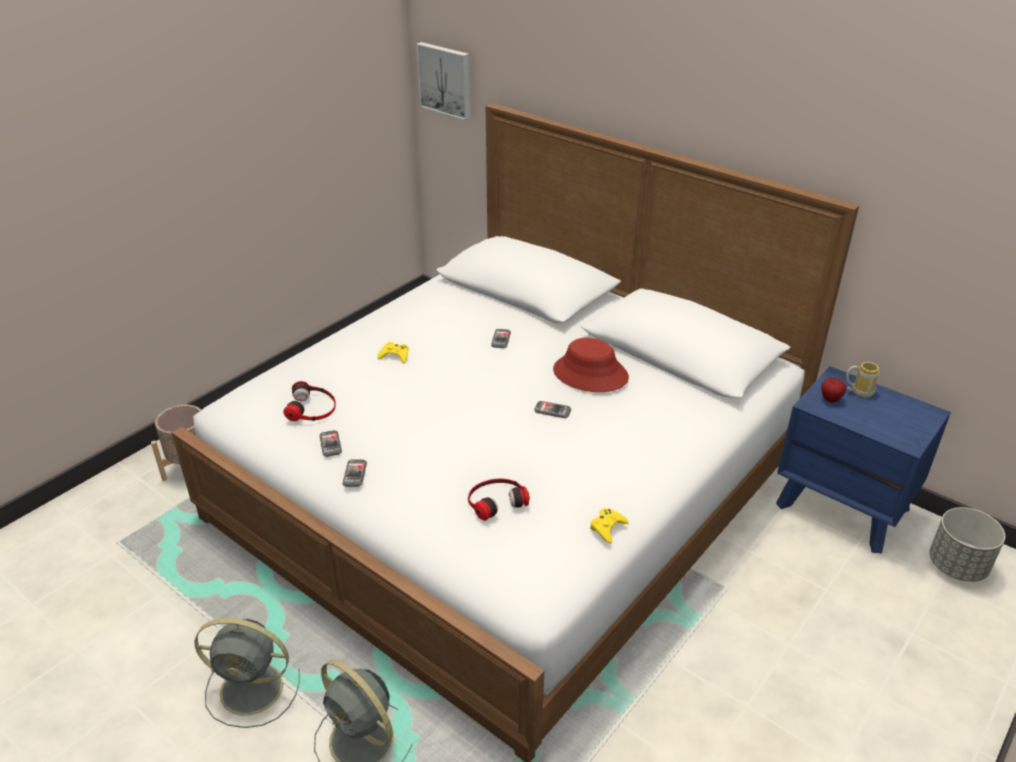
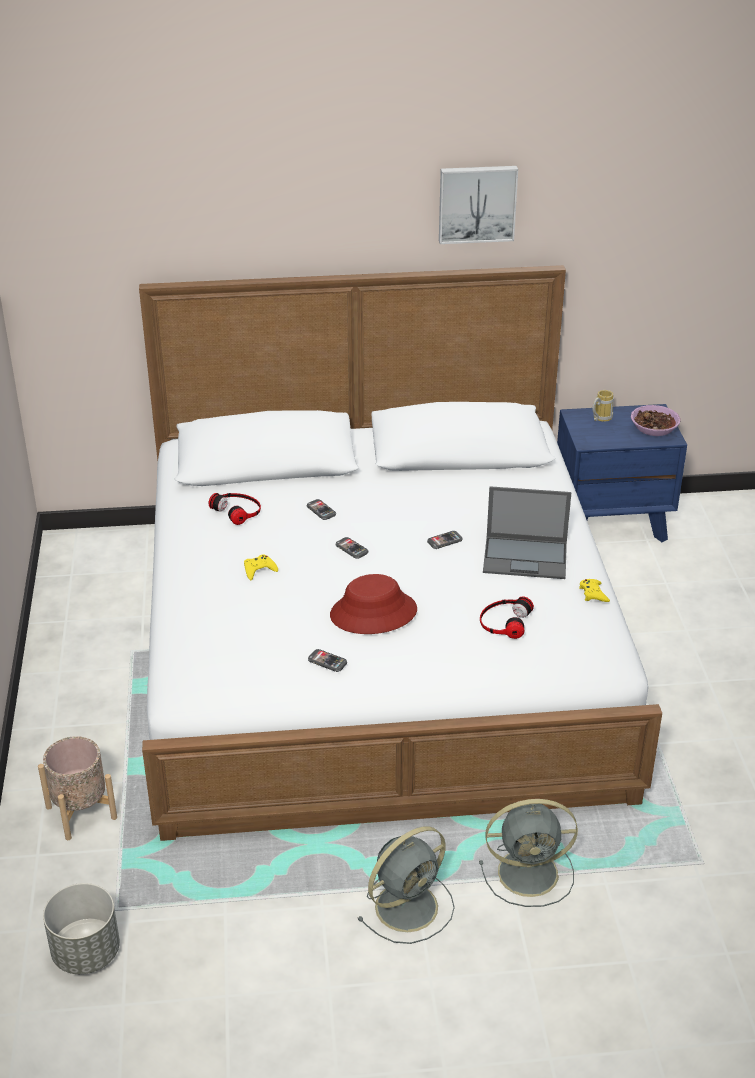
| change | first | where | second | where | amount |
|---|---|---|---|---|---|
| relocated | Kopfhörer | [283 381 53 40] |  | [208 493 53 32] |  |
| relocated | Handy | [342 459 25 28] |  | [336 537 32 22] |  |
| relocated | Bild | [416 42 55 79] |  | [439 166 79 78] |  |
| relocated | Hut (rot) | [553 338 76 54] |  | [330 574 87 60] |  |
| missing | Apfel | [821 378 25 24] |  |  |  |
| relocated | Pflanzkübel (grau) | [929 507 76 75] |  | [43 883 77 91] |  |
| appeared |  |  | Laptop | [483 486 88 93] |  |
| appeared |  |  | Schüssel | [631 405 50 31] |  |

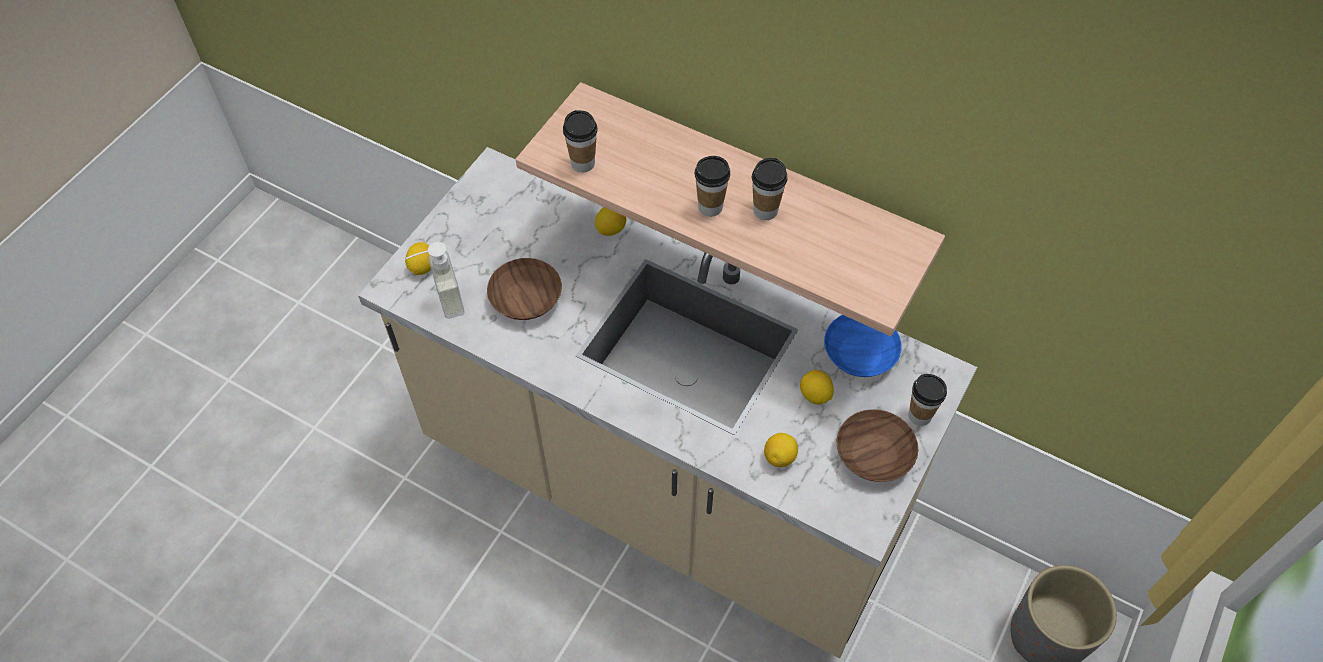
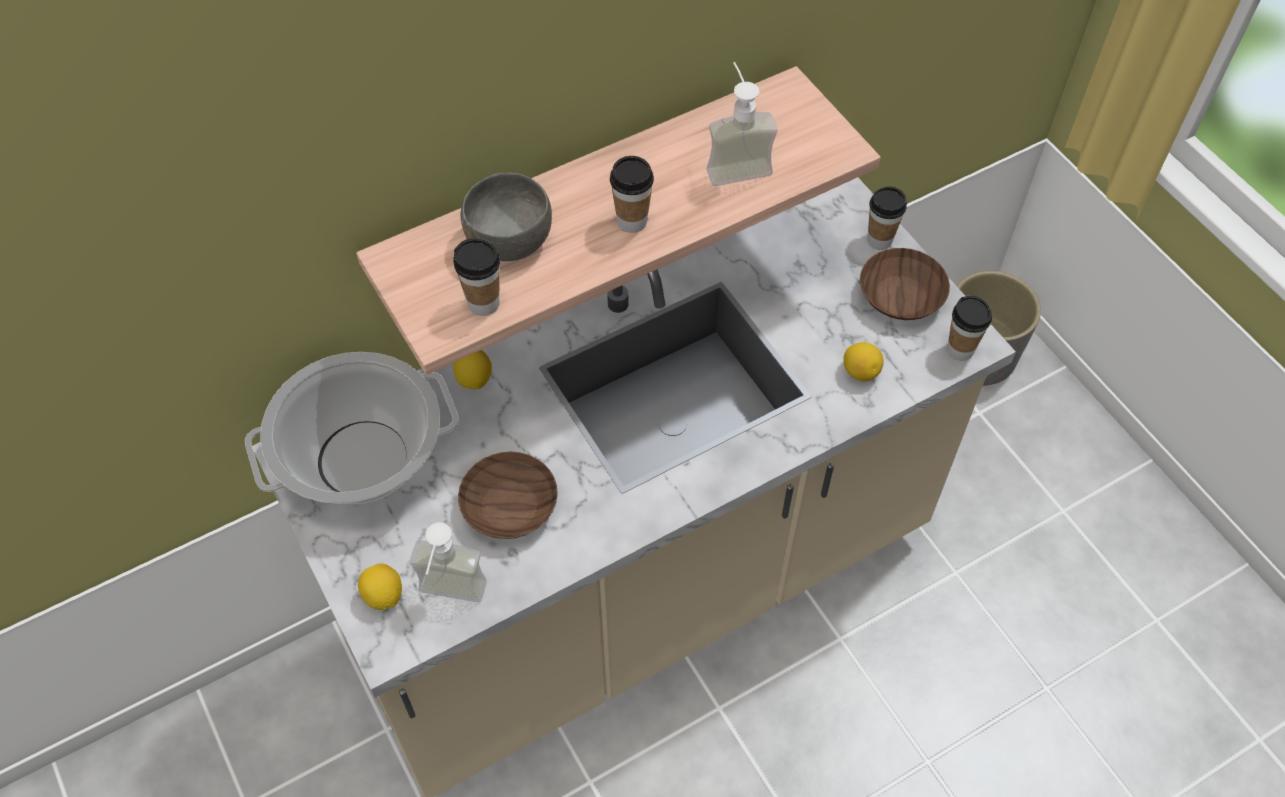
| change | first | where | second | where | amount |
|---|---|---|---|---|---|
| relocated | Tasse | [752 158 35 62] |  | [947 295 45 66] |  |
| missing | Zitrone | [800 370 34 35] |  |  |  |
| missing | Schüssel (blau) | [824 315 78 62] |  |  |  |
| appeared |  |  | Kochtopf | [245 352 214 152] |  |
| appeared |  |  | Schüssel (grau) | [460 173 92 88] |  |
| appeared |  |  | Seifenspender | [707 62 71 124] |  |

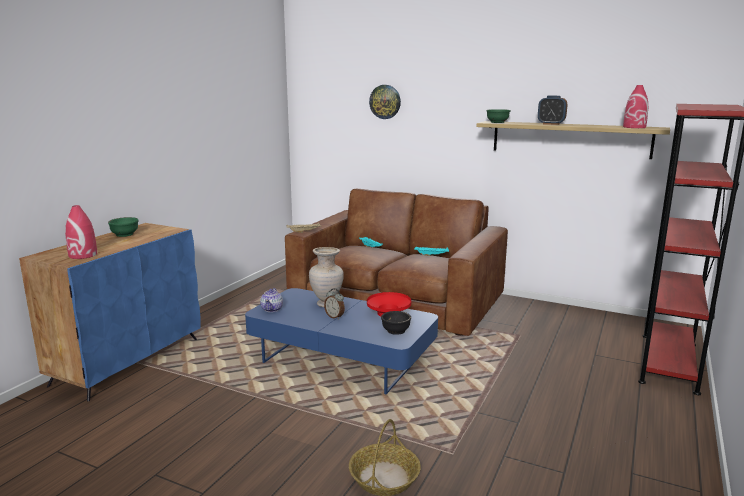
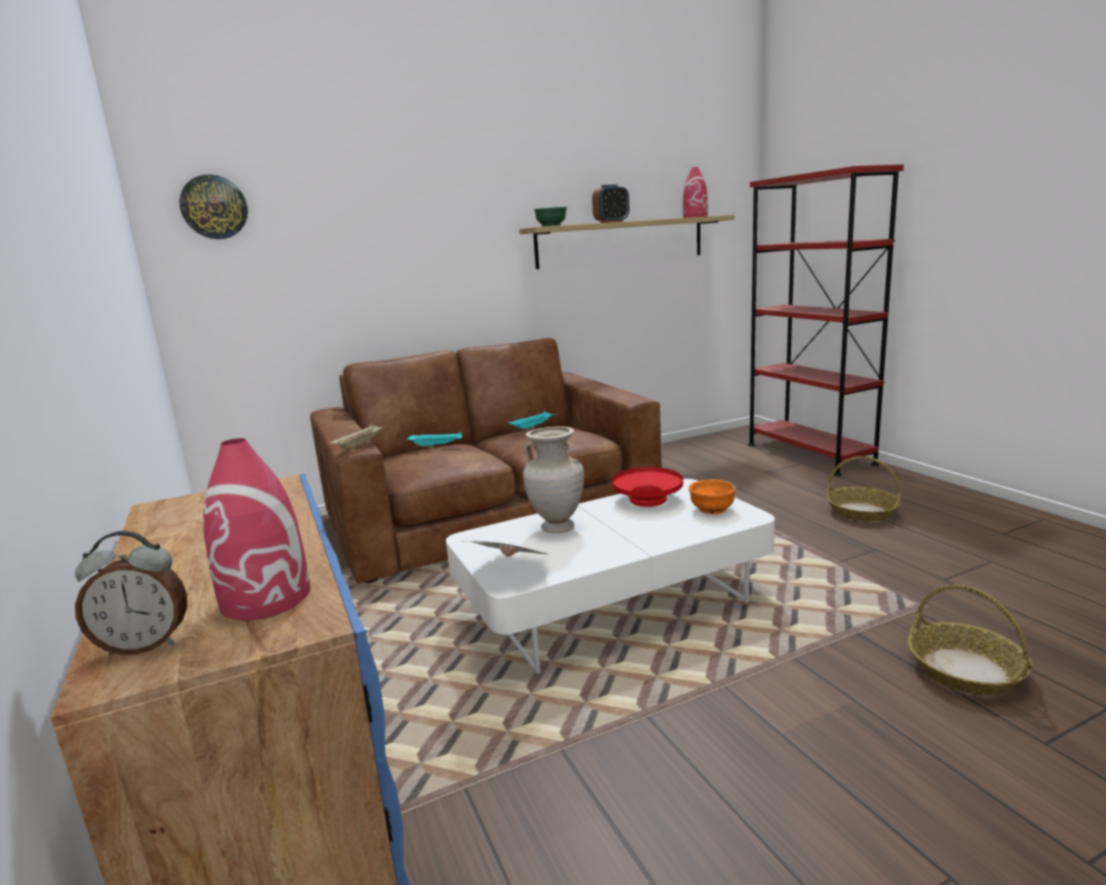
| change | first | where | second | where | amount |
|---|---|---|---|---|---|
| missing | Schüssel (grün) | [108 217 31 20] |  |  |  |
| colour | Couchtisch (blau) | [245 288 193 106] | Couchtisch (weiß) | [446 479 329 195] |  |
| exchanged | Teekanne | [260 288 23 24] | Zeitung | [461 541 88 16] |  |
| relocated | Wecker | [324 288 21 31] |  | [75 531 112 124] |  |
| relocated | Wanduhr | [369 85 32 34] |  | [179 175 69 64] |  |
| colour | Schüssel (schwarz) | [381 311 30 24] | Schüssel (orange) | [689 479 47 35] |  |
| appeared |  |  | Korb | [826 456 76 66] |  |

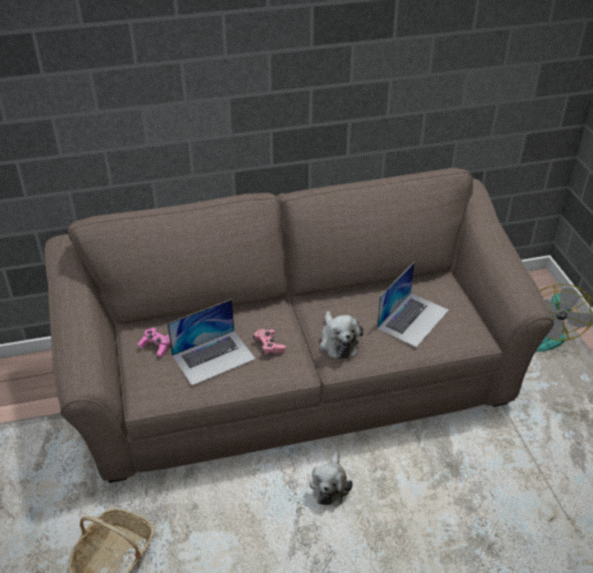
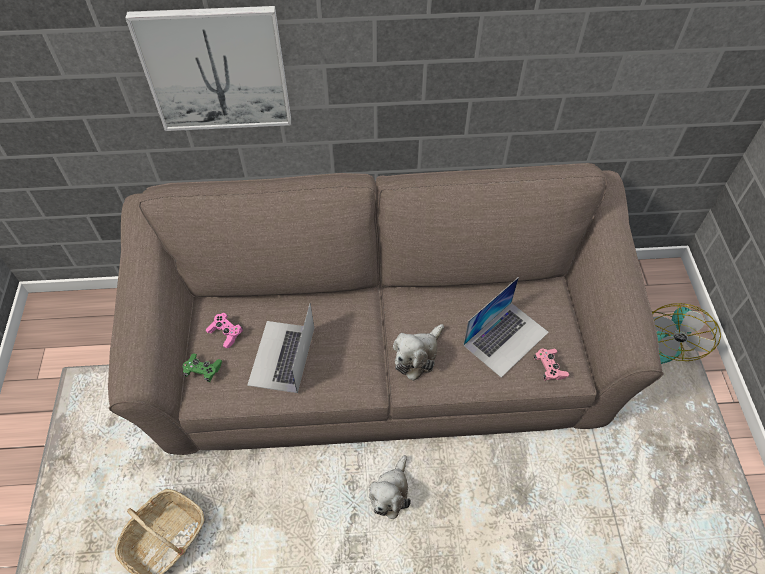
| change | first | where | second | where | amount |
|---|---|---|---|---|---|
| spun | Laptop | [167 299 89 87] |  | [247 304 67 89] | 120 degrees clockwise |
| relocated | Gamepad (rosa) | [253 329 33 26] |  | [533 349 36 32] |  |
| spun | Plüschtier | [319 311 44 48] |  | [393 324 51 57] | 45 degrees clockwise |
| appeared |  |  | Bild | [125 6 166 125] |  |
| appeared |  |  | Gamepad (grün) | [183 353 39 29] |  |

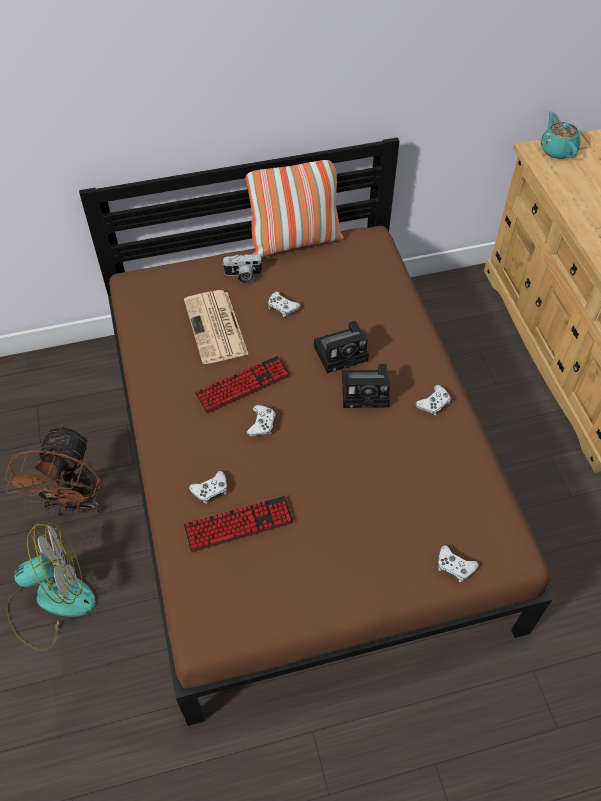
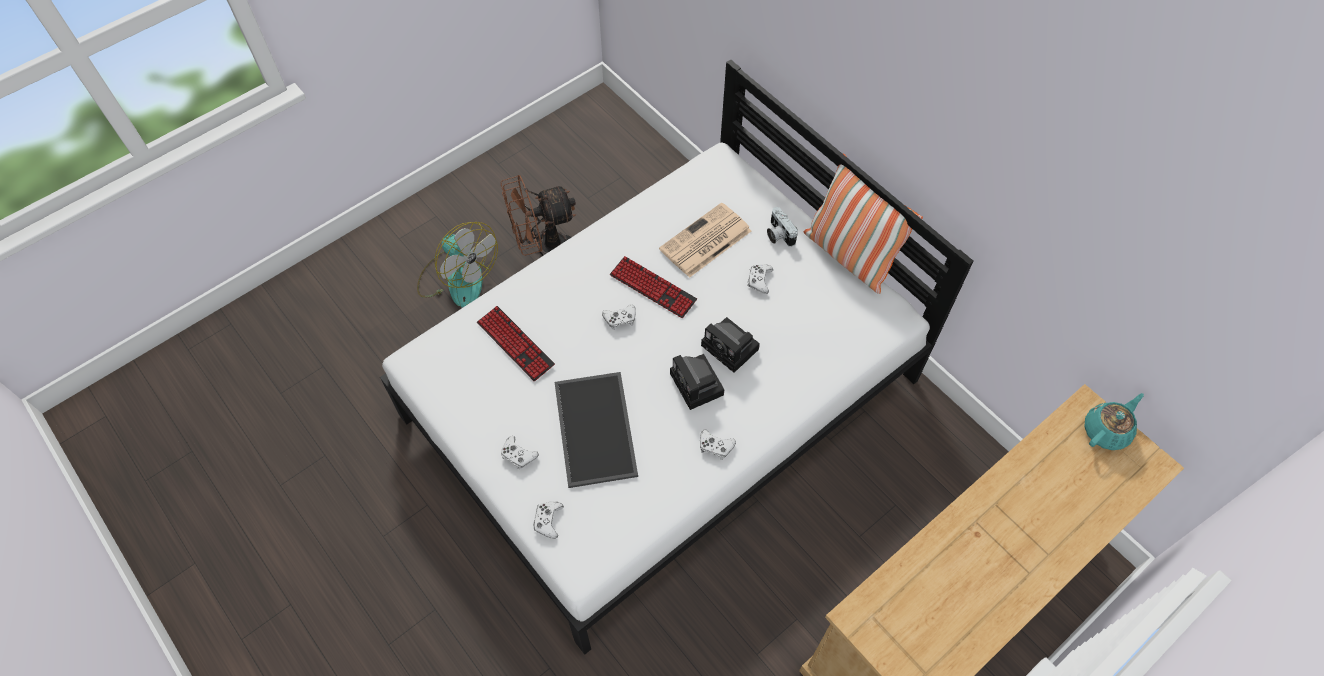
| change | first | where | second | where | amount |
|---|---|---|---|---|---|
| colour | Bett (braun) | [79 137 474 589] | Bett (weiß) | [380 59 593 596] |  |
| relocated | Gamepad (weiß) | [189 471 38 33] |  | [501 436 37 33] |  |
| appeared |  |  | Tablett | [555 372 83 116] |  |

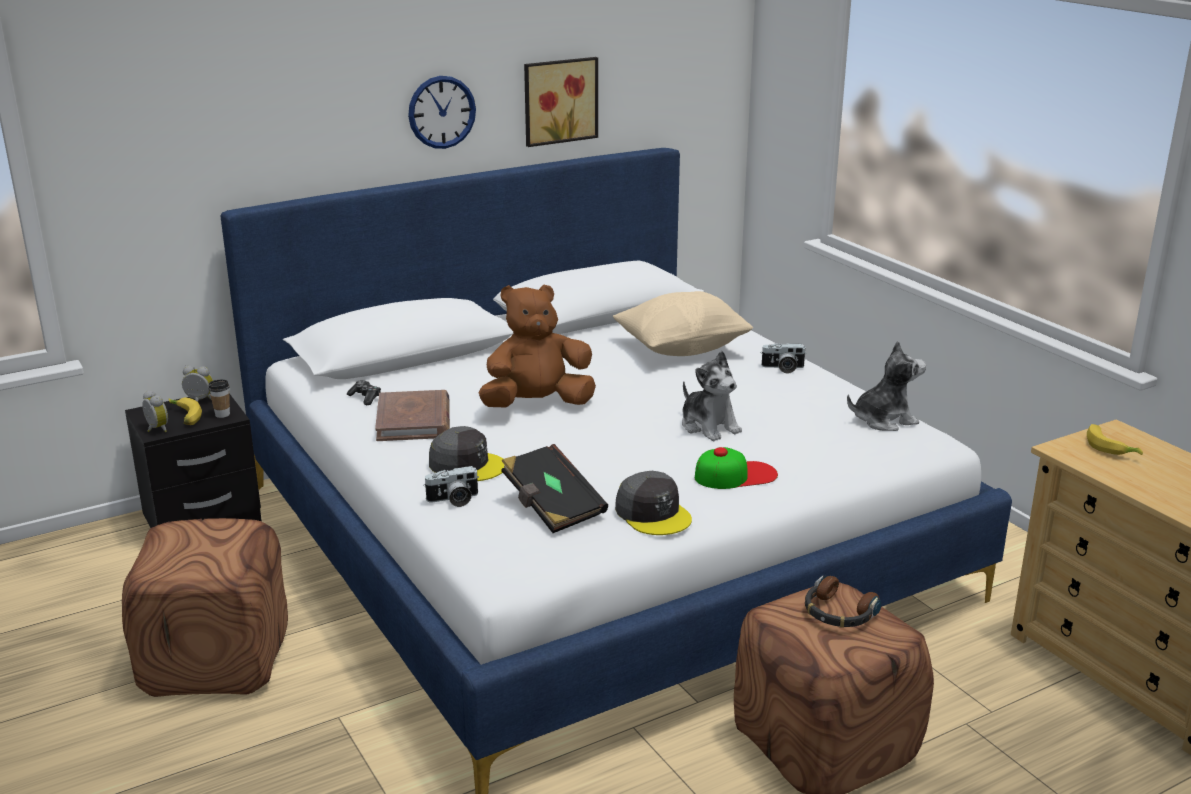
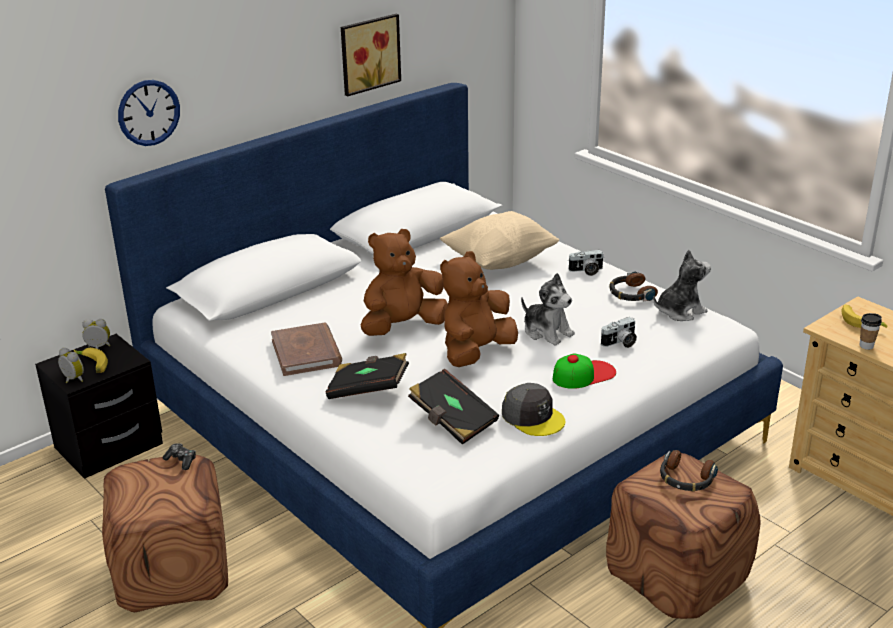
| change | first | where | second | where | amount |
|---|---|---|---|---|---|
| relocated | Tasse | [208 380 22 38] |  | [860 313 22 37] |  |
| relocated | Gamepad | [347 380 34 25] |  | [163 443 33 27] |  |
| relocated | Wanduhr | [408 76 68 73] |  | [118 80 62 66] |  |
| relocated | Kamera | [423 466 56 41] |  | [601 317 36 31] |  |
| exchanged | Kappe (grau) | [429 426 75 55] | Buch (schwarz) | [326 353 83 46] |  |
| appeared |  |  | Plüschtier (braun) | [440 251 78 116] |  |
| appeared |  |  | Kopfhörer | [609 271 49 31] |  |

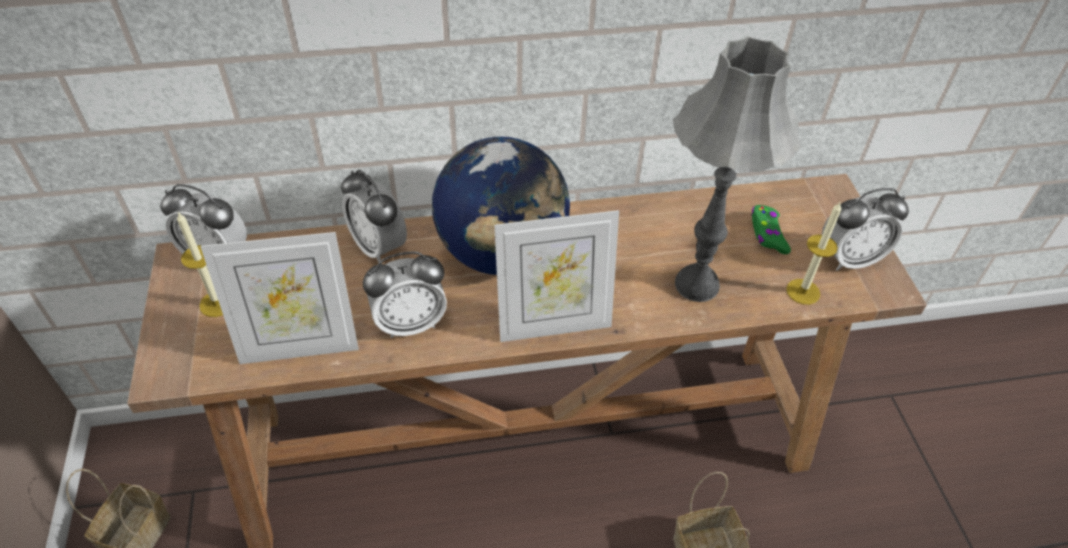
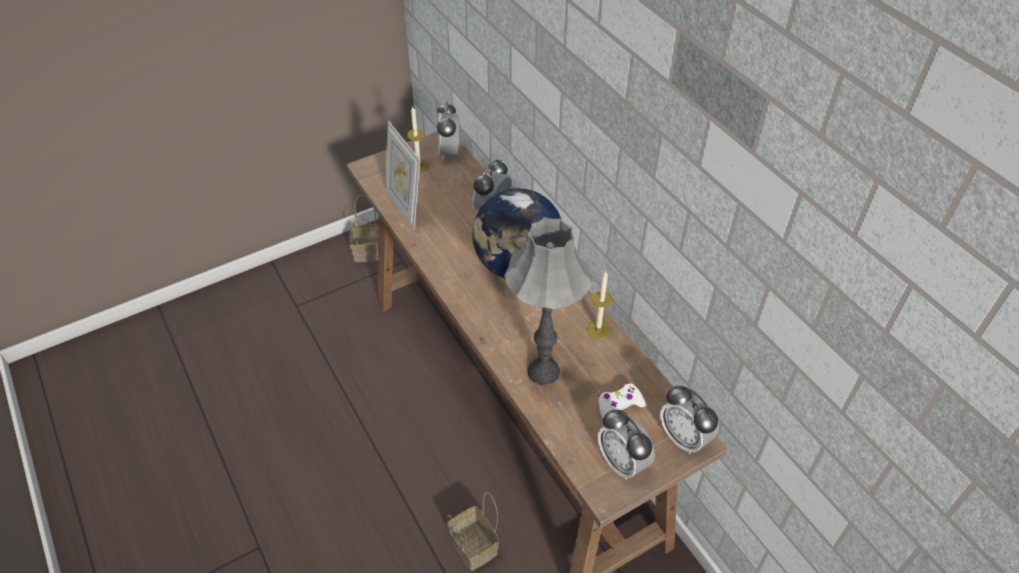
| change | first | where | second | where | amount |
|---|---|---|---|---|---|
| relocated | Wecker | [363 251 84 87] |  | [660 385 59 70] |  |
| missing | Bilderrahmen | [494 210 125 132] |  |  |  |
| colour | Gamepad (grün) | [751 205 40 49] | Gamepad (weiß) | [598 383 48 36] |  |
| relocated | Kerze | [786 201 56 104] |  | [587 271 25 68] |  |

